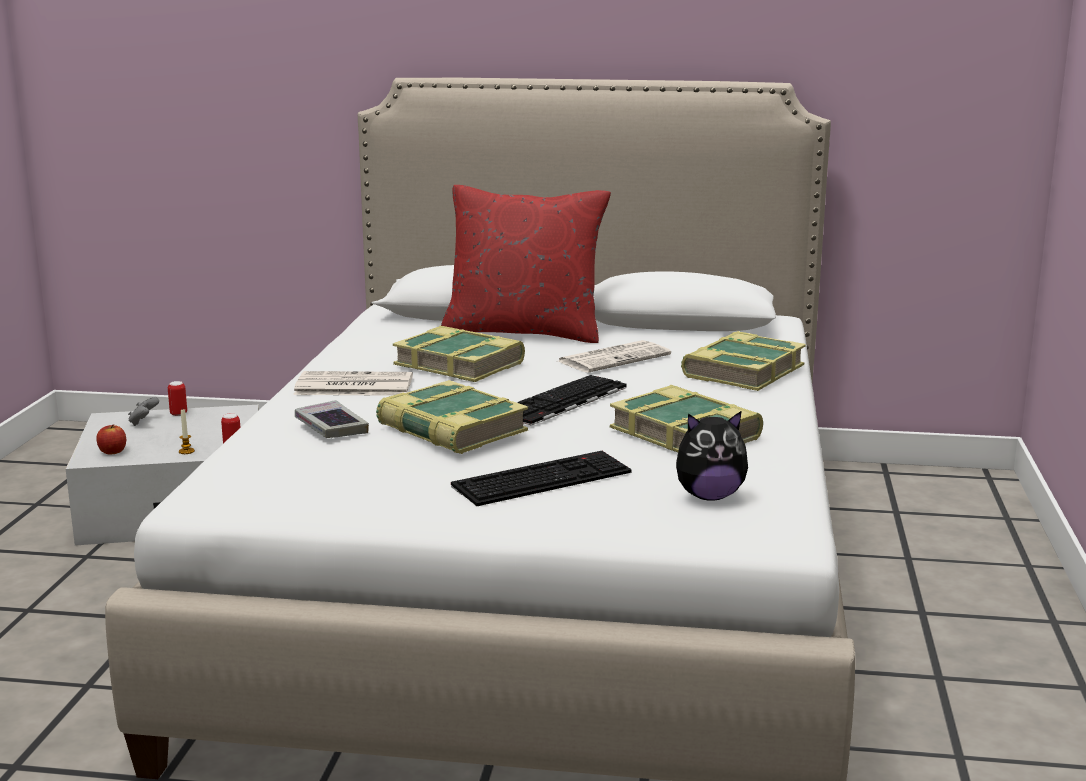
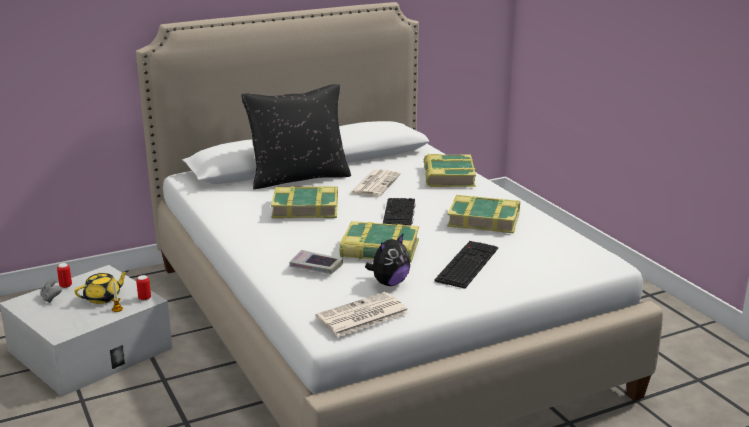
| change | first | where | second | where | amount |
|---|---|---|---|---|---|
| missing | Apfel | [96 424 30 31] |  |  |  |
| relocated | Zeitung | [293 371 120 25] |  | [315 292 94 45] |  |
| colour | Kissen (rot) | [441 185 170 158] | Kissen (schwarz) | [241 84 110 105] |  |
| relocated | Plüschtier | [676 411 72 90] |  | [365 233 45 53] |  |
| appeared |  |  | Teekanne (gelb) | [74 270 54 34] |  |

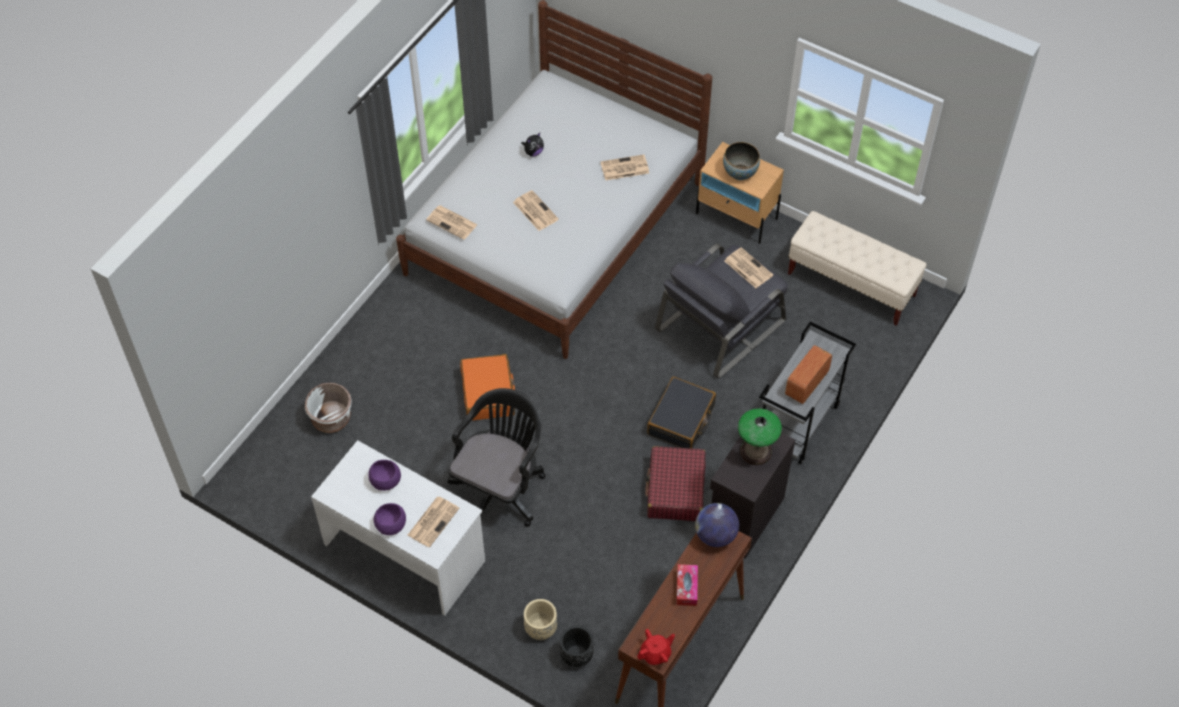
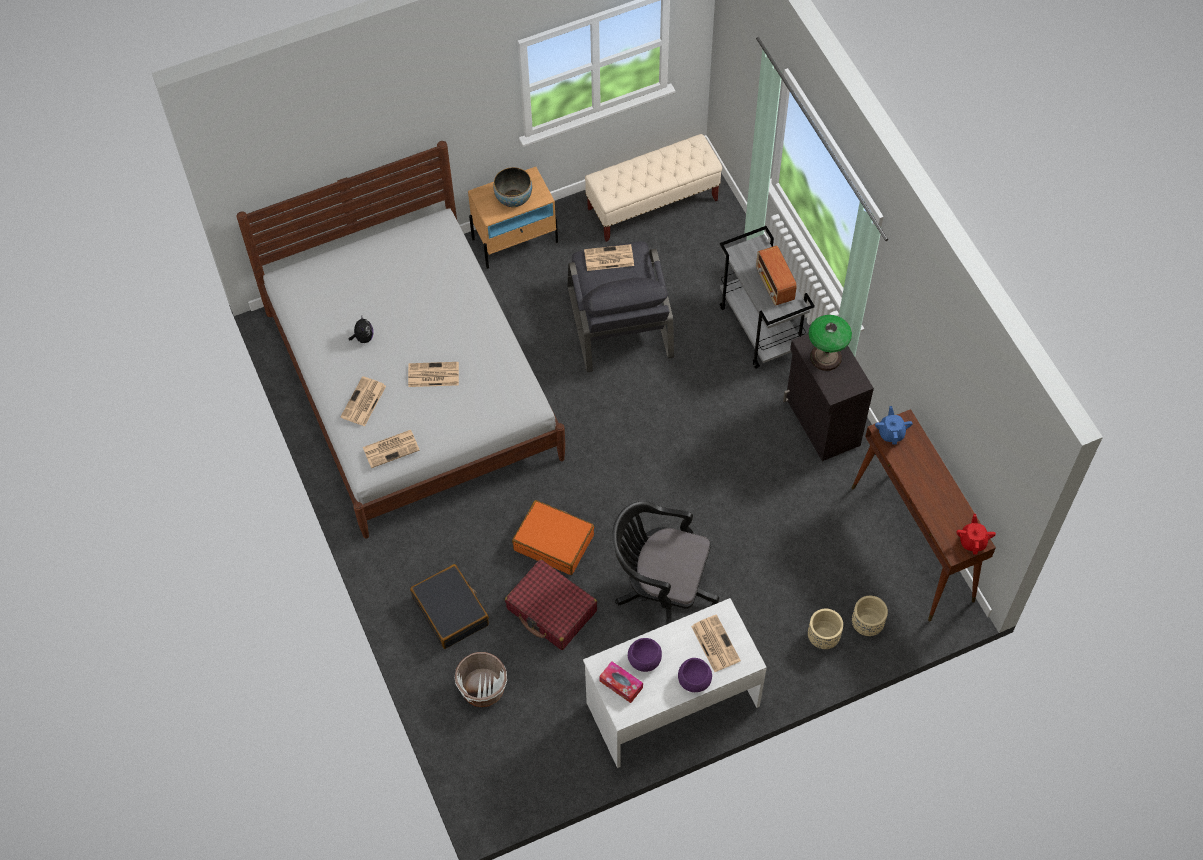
| change | first | where | second | where | amount |
|---|---|---|---|---|---|
| spun | Bürostuhl (schwarz) | [447 388 99 139] |  | [612 501 107 124] | 45 degrees counterclockwise |
| colour | Pflanzkübel (schwarz) | [560 626 33 41] | Pflanzkübel (beige) | [852 596 36 40] |  |
| relocated | Zeitung | [601 155 48 25] |  | [341 376 45 50] |  |
| relocated | Koffer (rot) | [645 446 61 75] |  | [505 559 92 91] |  |
| relocated | Koffer (schwarz) | [647 377 69 72] |  | [410 564 79 85] |  |
| relocated | Taschentuchbox | [676 564 22 42] |  | [599 661 44 42] |  |
| exchanged | Globus | [695 503 44 44] | Teekanne (blau) | [875 406 38 39] |  |

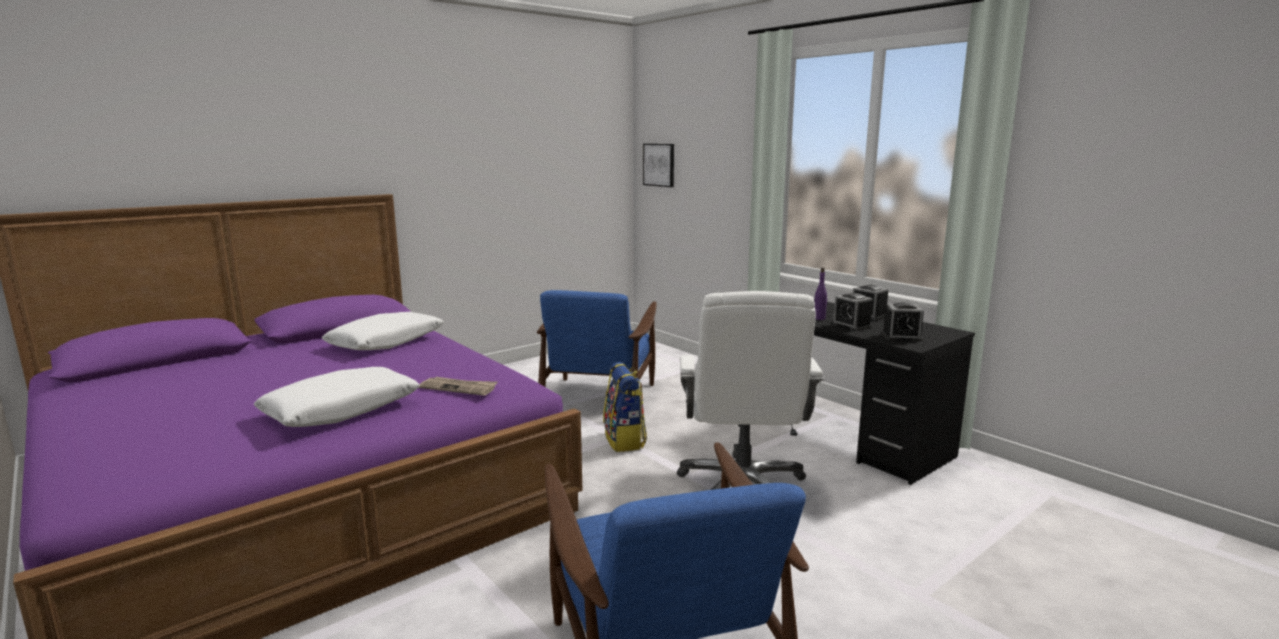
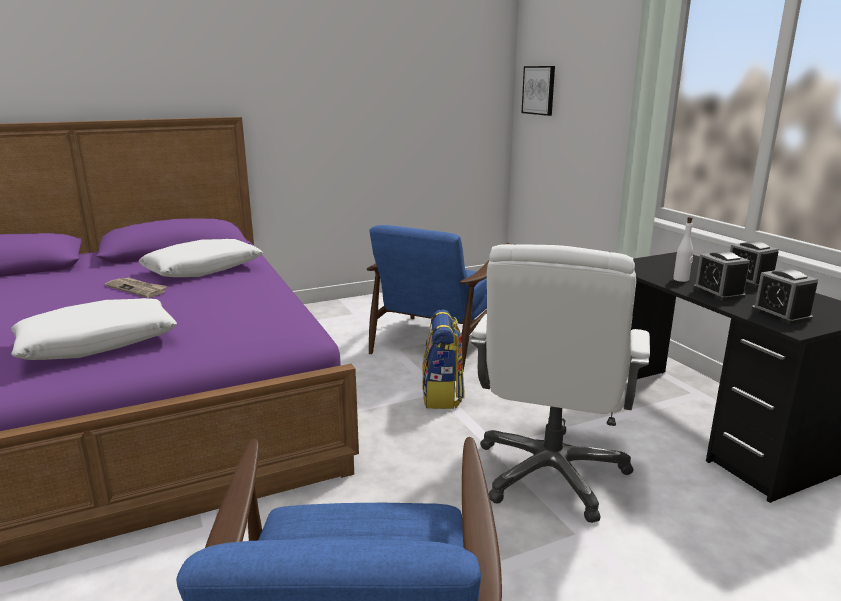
| change | first | where | second | where | amount |
|---|---|---|---|---|---|
| relocated | Zeitung | [419 377 79 19] |  | [105 277 62 21] |  |
| colour | Flasche (lila) | [814 268 13 52] | Flasche (weiß) | [673 217 20 65] |  |
| spun | Wecker | [882 302 42 39] |  | [752 269 66 55] | 45 degrees clockwise |

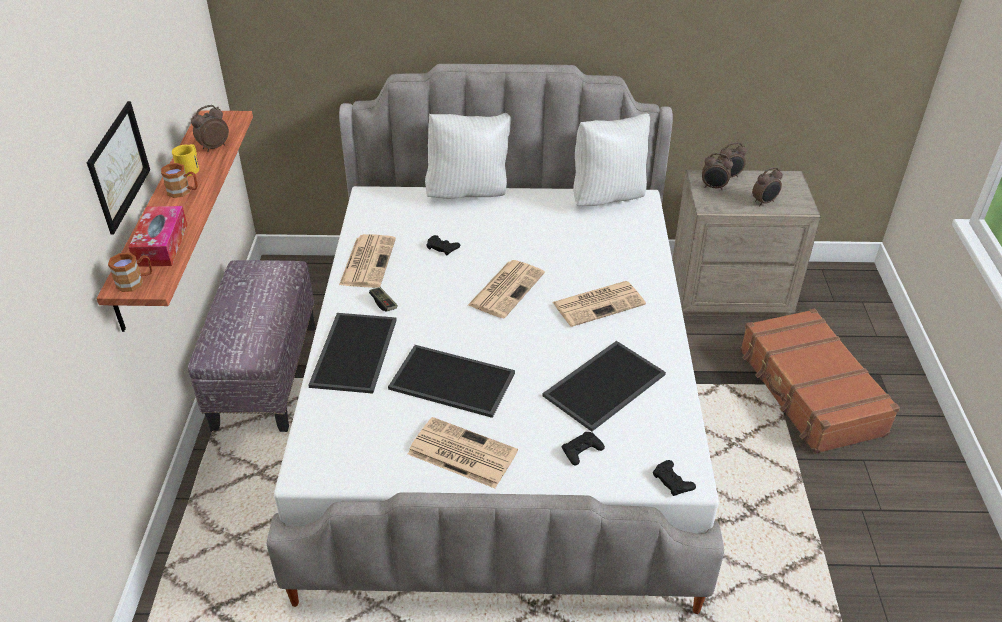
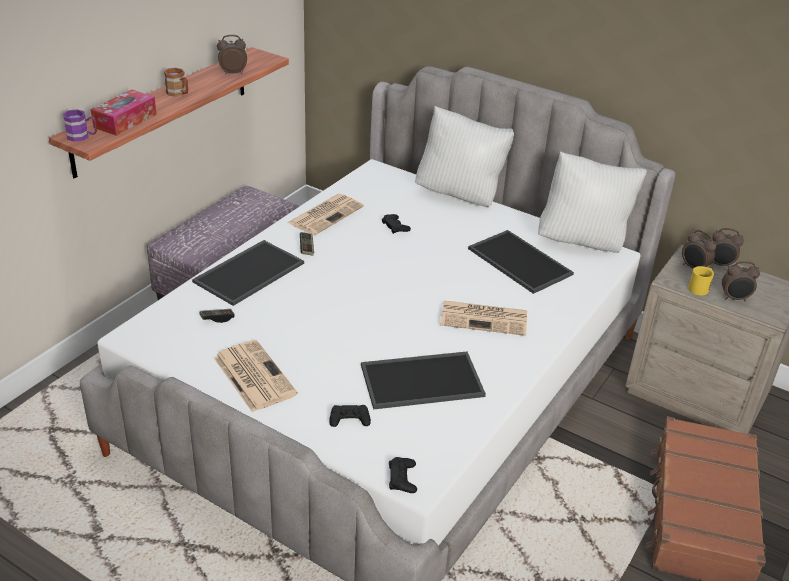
| change | first | where | second | where | amount |
|---|---|---|---|---|---|
| missing | Bild | [87 101 63 134] |  |  |  |
| colour | Henkelbecher (braun) | [108 253 44 39] | Henkelbecher (lila) | [63 109 34 33] |  |
| relocated | Henkelbecher (gelb) | [172 144 27 32] |  | [688 266 26 30] |  |
| relocated | Tablett | [388 345 127 73] |  | [468 230 106 64] |  |
| missing | Zeitung | [468 260 77 59] |  |  |  |
| appeared |  |  | Gamepad | [200 309 34 14] |  |

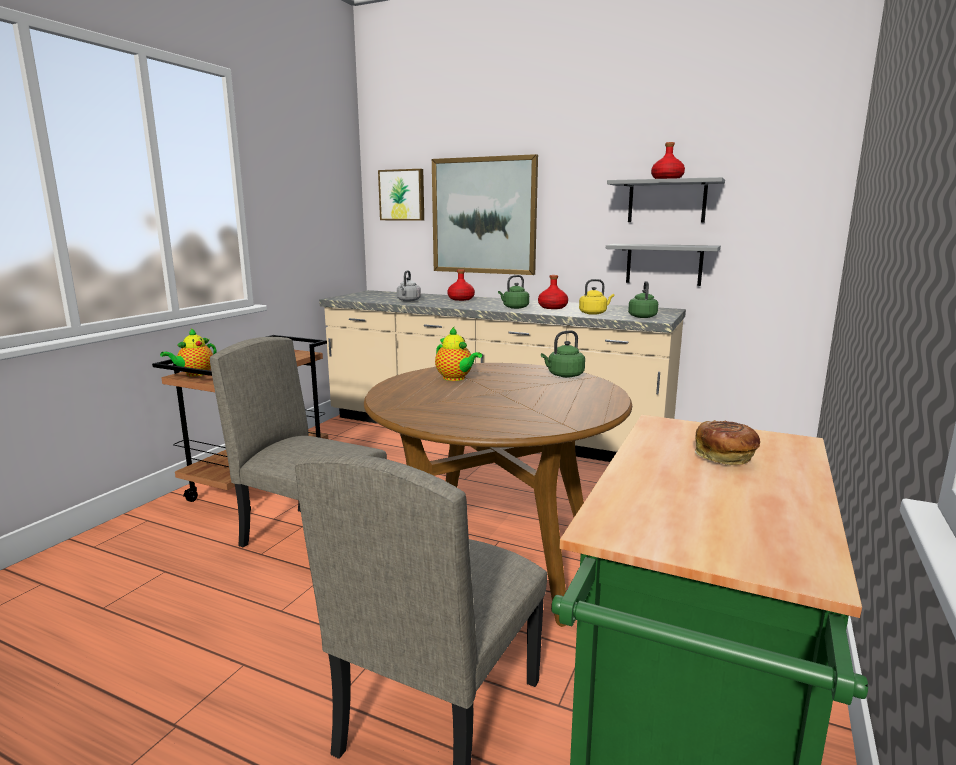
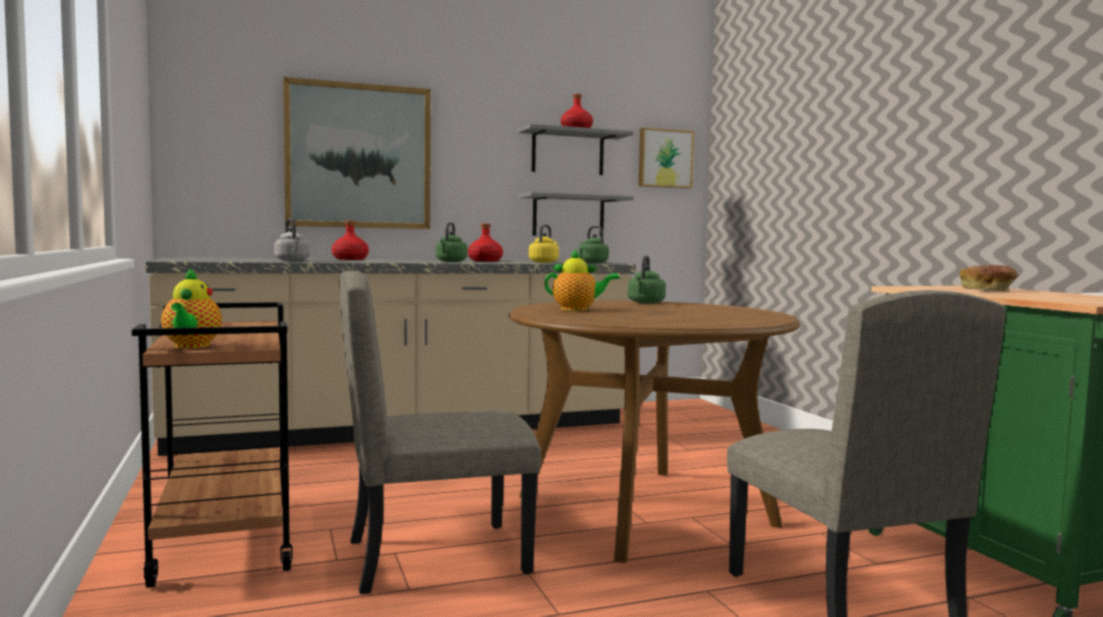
| change | first | where | second | where | amount |
|---|---|---|---|---|---|
| relocated | Bild | [378 169 46 51] |  | [639 128 55 60] |  |

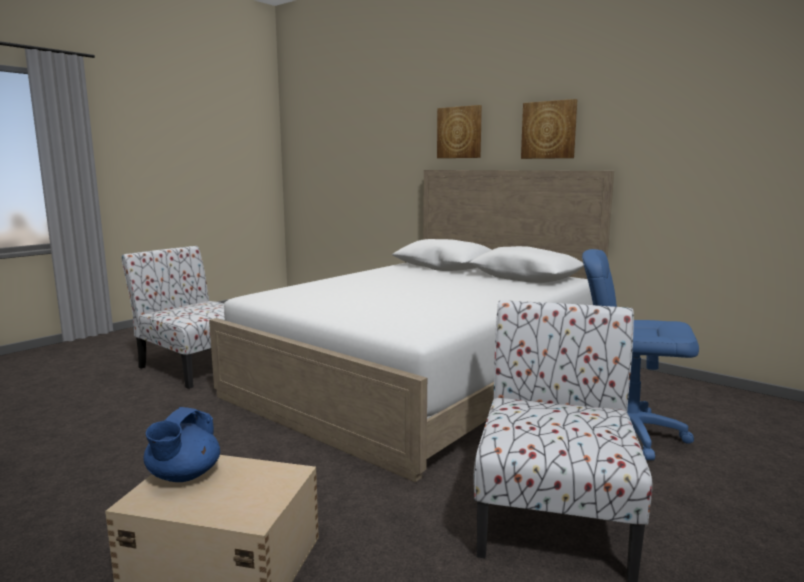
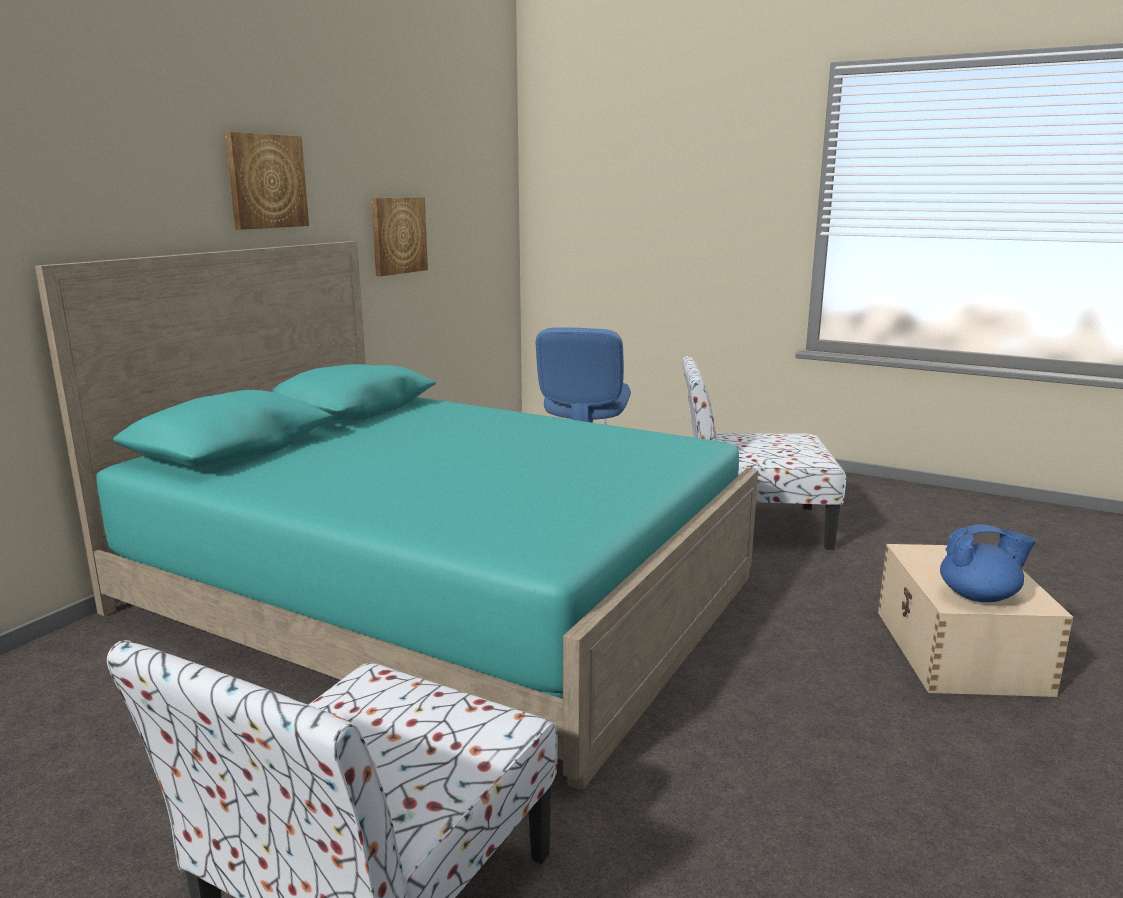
| change | first | where | second | where | amount |
|---|---|---|---|---|---|
| colour | Bett (weiß) | [209 170 405 312] | Bett (türkis) | [35 241 723 550] |  |
| relocated | Bild | [437 105 45 53] |  | [371 197 57 79] |  |

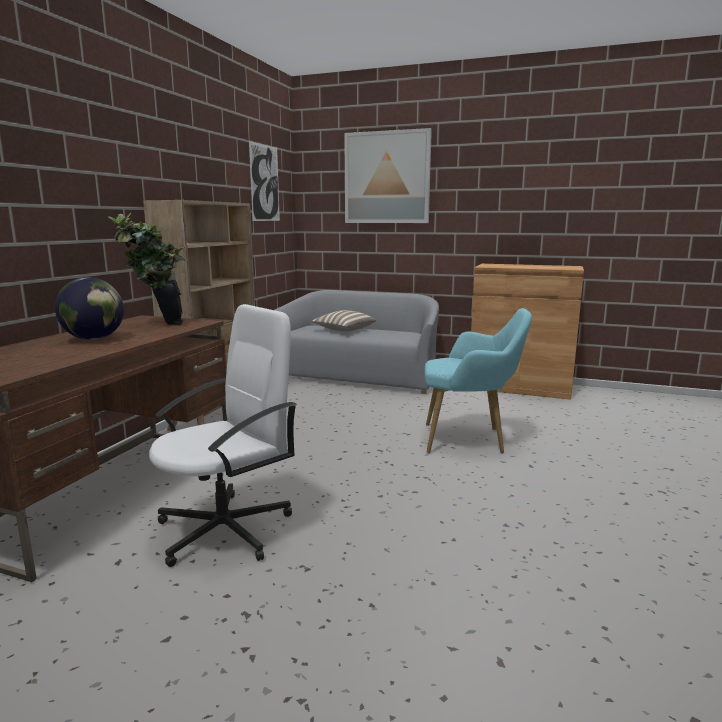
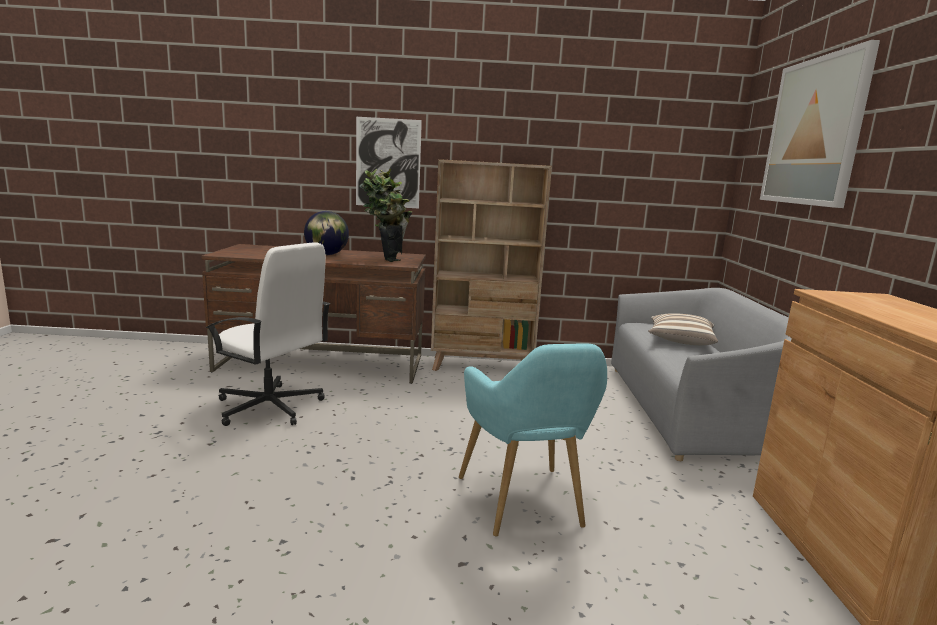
| change | first | where | second | where | amount |
|---|---|---|---|---|---|
| relocated | Bild | [249 141 31 80] |  | [356 117 66 92] |  |

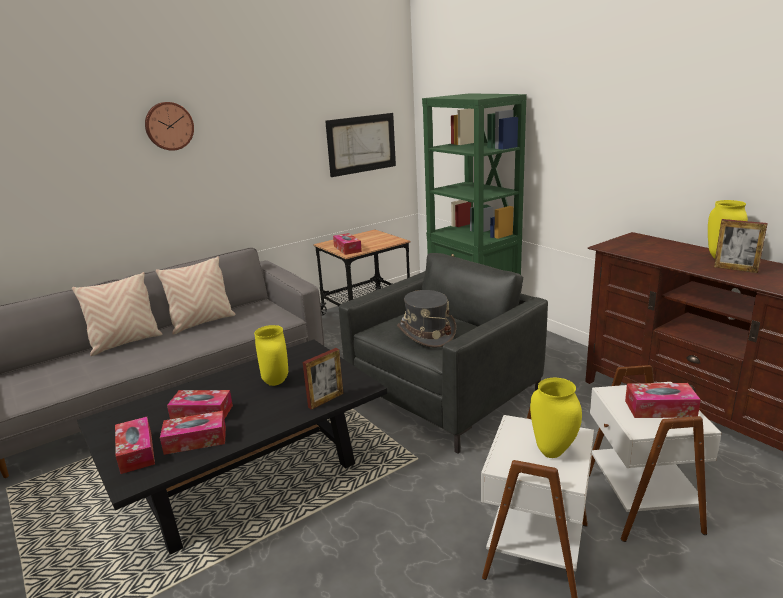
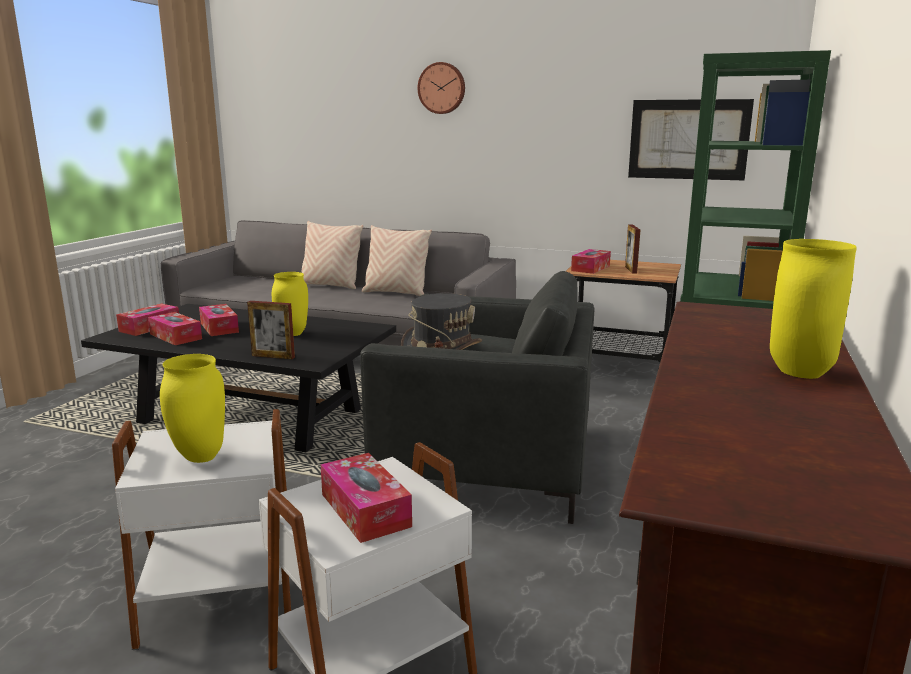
| change | first | where | second | where | amount |
|---|---|---|---|---|---|
| relocated | Bilderrahmen | [714 219 54 54] |  | [625 225 15 49] |  |

